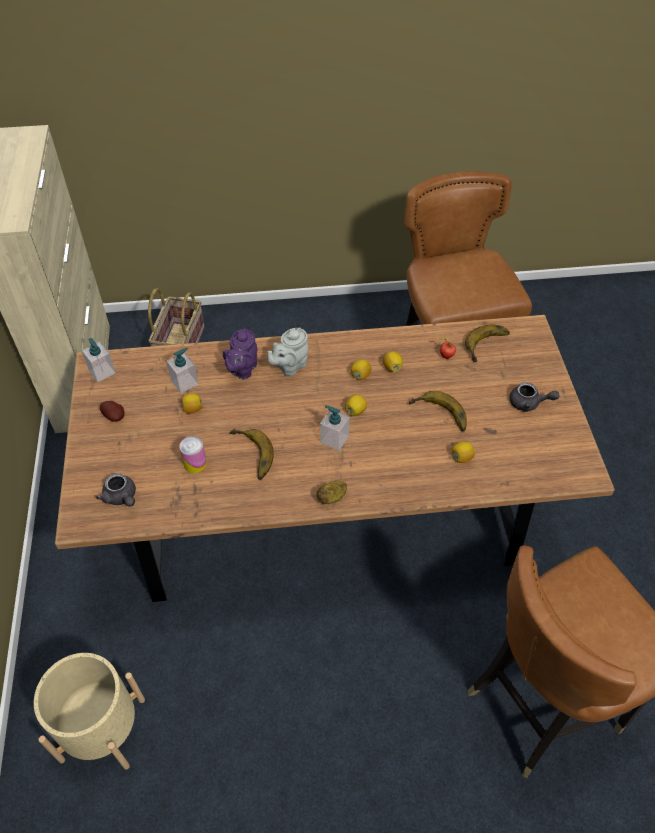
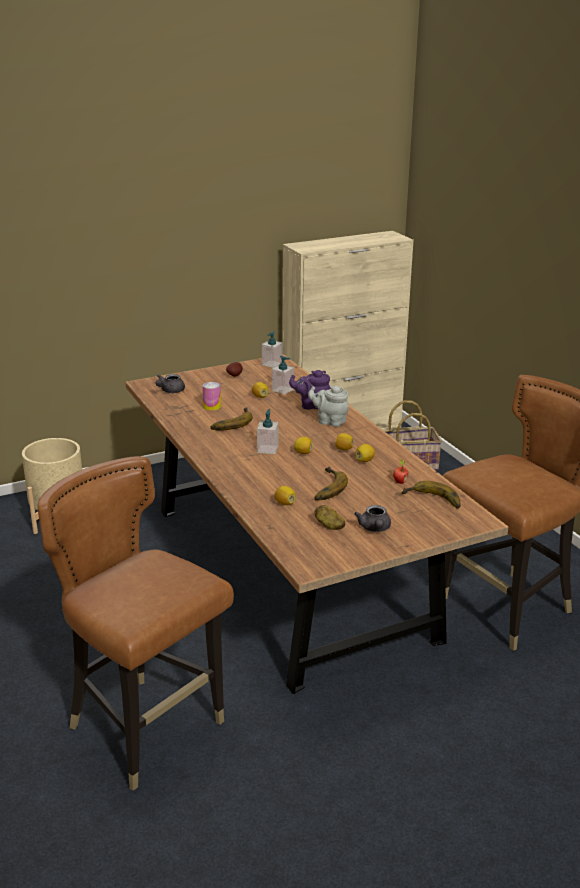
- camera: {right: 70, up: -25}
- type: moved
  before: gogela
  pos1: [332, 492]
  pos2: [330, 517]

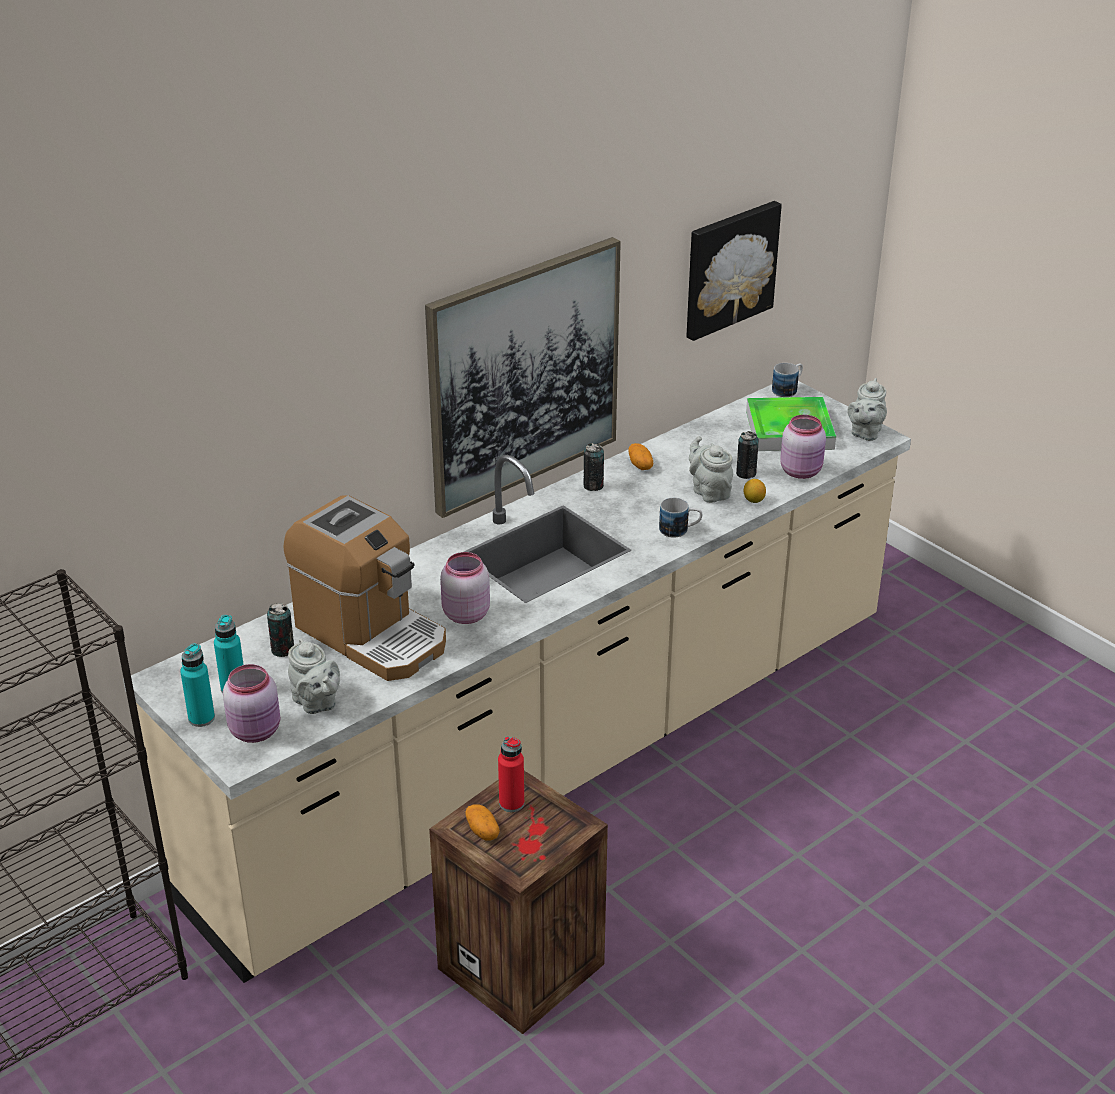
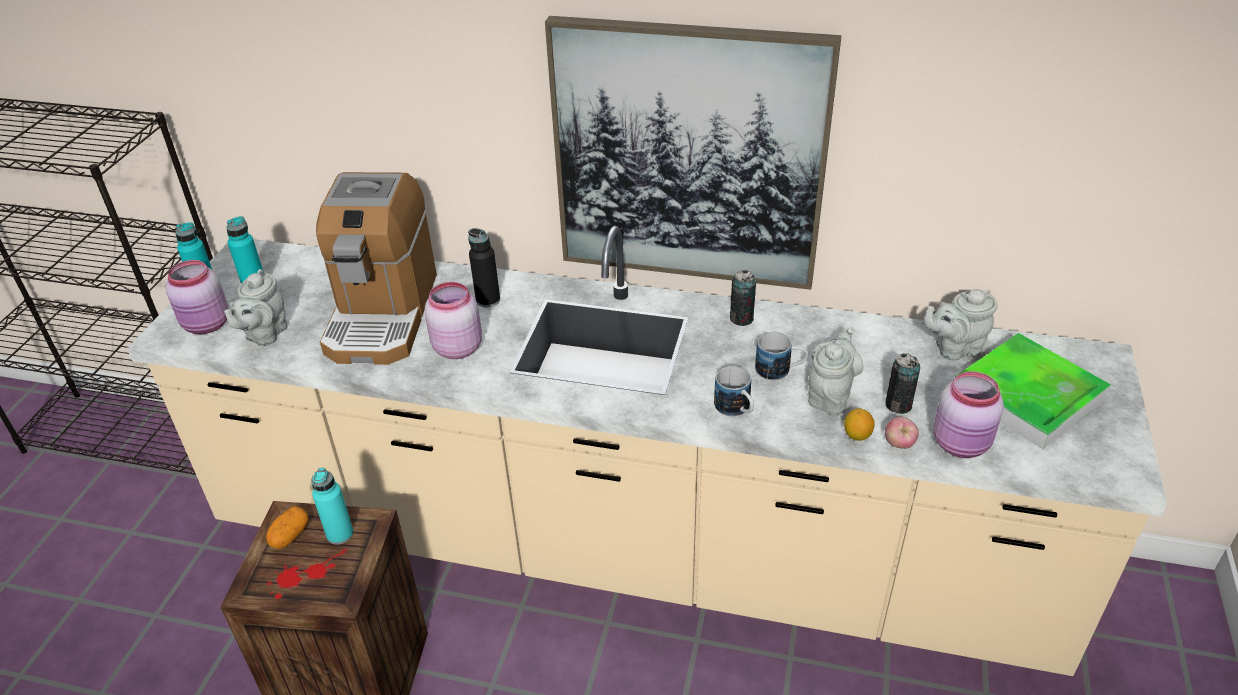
- camera: {right: 55, up: 5}
- type: removed
  before: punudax
  pos1: [280, 630]
- type: removed
  before: gogela
  pos1: [641, 456]
- type: removed
  before: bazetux
  pos1: [734, 271]
- type: added
  after: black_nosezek
  pos2: [484, 267]
- type: added
  after: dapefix
  pos2: [902, 433]
- type: moved
  before: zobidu
  pos1: [787, 380]
  pos2: [781, 356]
- type: moved
  before: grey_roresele
  pos1: [867, 409]
  pos2: [961, 325]
- type: recoloured
  before: red_nosezek
  after: turquoise_nosezek
  pos1: [511, 774]
  pos2: [332, 506]

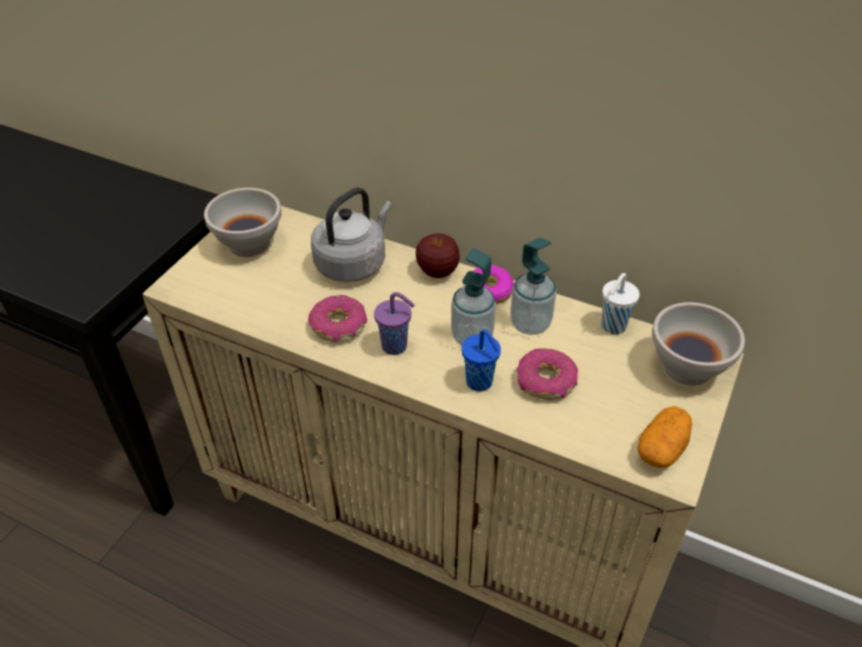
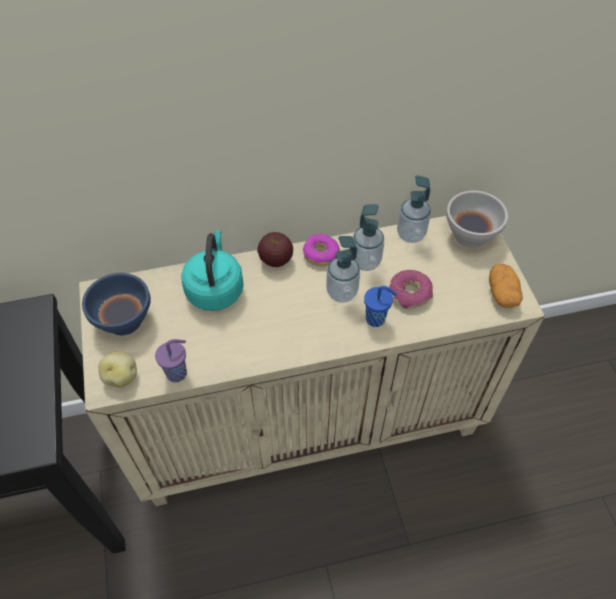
- camera: {right: -40, up: 10}
- type: removed
  before: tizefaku
  pos1: [337, 318]
- type: added
  after: gogela
  pos2: [117, 369]
- type: moved
  before: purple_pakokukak
  pos1: [394, 323]
  pos2: [171, 360]
- type: replaced
  before: white_pakokukak
  after: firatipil
  pos1: [621, 303]
  pos2: [414, 209]
- type: recoloured
  before: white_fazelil
  after: blue_fazelil
  pos1: [243, 222]
  pos2: [116, 304]
- type: recoloured
  before: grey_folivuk
  after: turquoise_folivuk
  pos1: [351, 234]
  pos2: [212, 270]

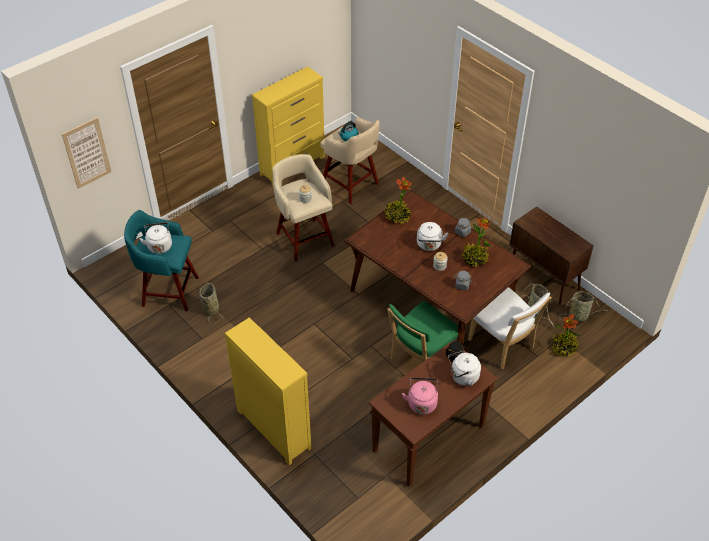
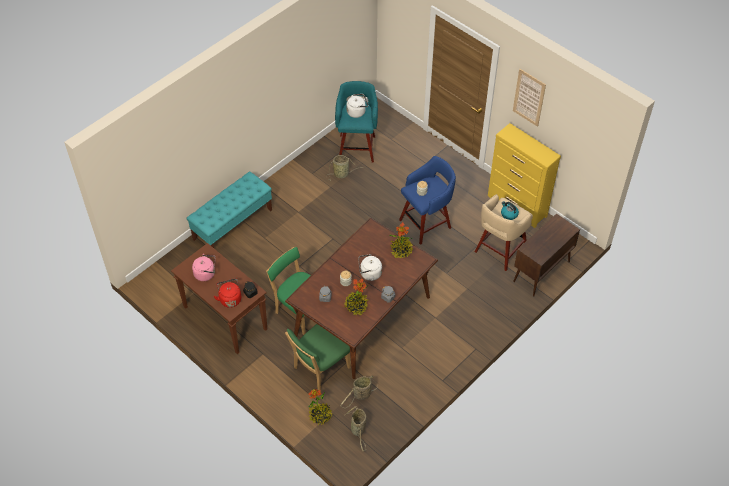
- camera: {right: 85, up: 5}
- type: moved
  before: bazetux
  pos1: [86, 153]
  pos2: [529, 98]
- type: moved
  before: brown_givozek
  pos1: [552, 255]
  pos2: [546, 254]
- type: replaced
  before: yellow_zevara
  after: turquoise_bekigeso
  pos1: [268, 391]
  pos2: [229, 209]
- type: recoloured
  before: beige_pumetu
  after: blue_pumetu
  pos1: [303, 207]
  pos2: [427, 200]
- type: recoloured
  before: white_folivuk
  after: red_folivuk
  pos1: [464, 368]
  pos2: [227, 293]
- type: recoloured
  before: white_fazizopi
  after: green_fazizopi
  pos1: [510, 328]
  pos2: [318, 357]

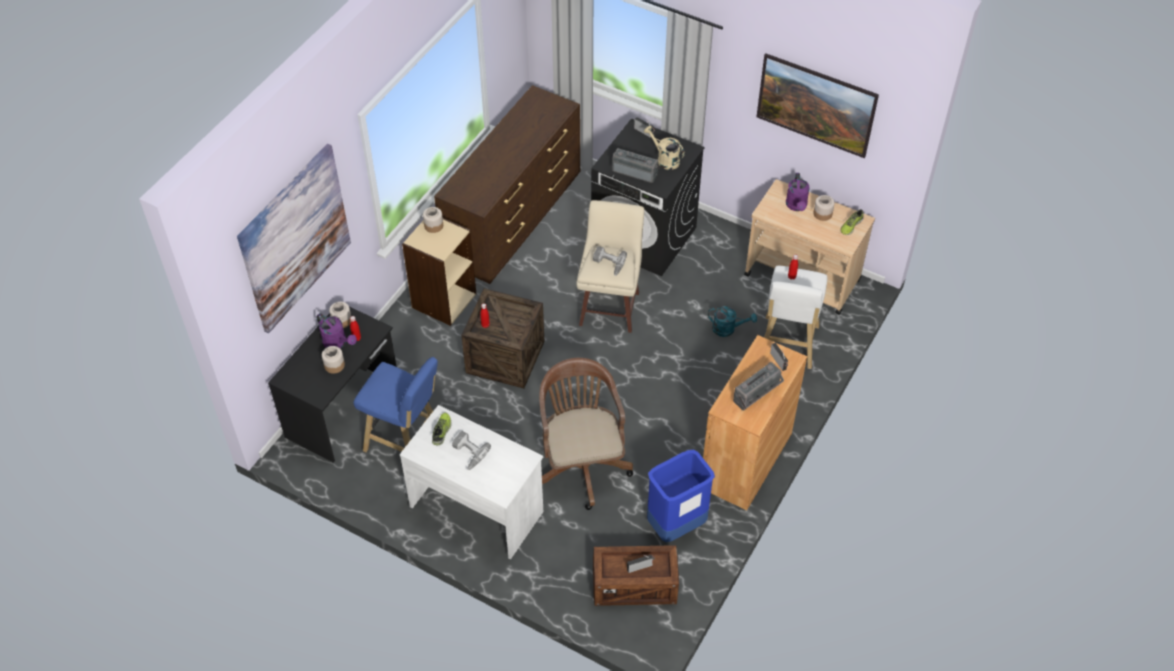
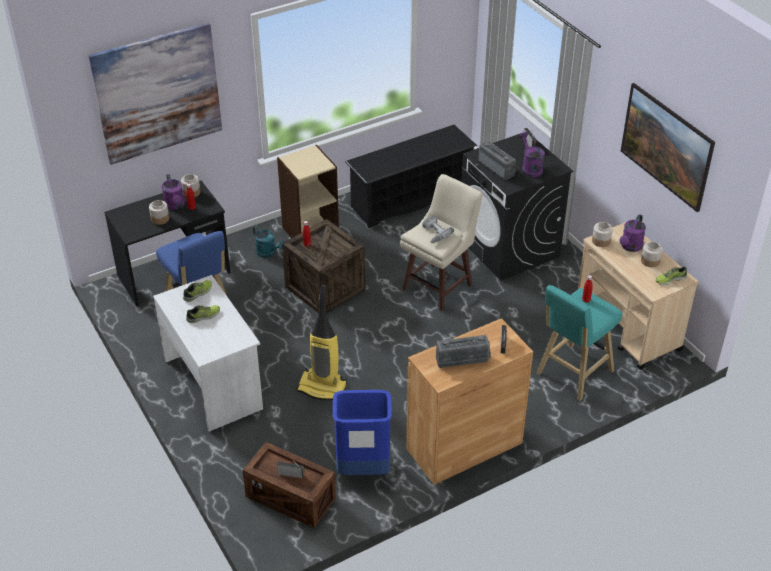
- camera: {right: 30, up: -10}
- type: moved
  before: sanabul
  pos1: [433, 220]
  pos2: [602, 234]
- type: moved
  before: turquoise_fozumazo
  pos1: [732, 321]
  pos2: [268, 242]
- type: replaced
  before: brown_zevara
  after: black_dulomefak
  pos1: [507, 184]
  pos2: [411, 176]
- type: replaced
  before: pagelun
  after: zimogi
  pos1: [471, 450]
  pos2: [203, 314]
- type: replaced
  before: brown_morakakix
  after: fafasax
  pos1: [586, 434]
  pos2: [321, 342]
- type: recoloured
  before: beige_fozumazo
  after: purple_fozumazo
  pos1: [664, 148]
  pos2: [532, 154]
- type: recoloured
  before: white_pumetu
  after: turquoise_pumetu
  pos1: [795, 317]
  pos2: [579, 343]

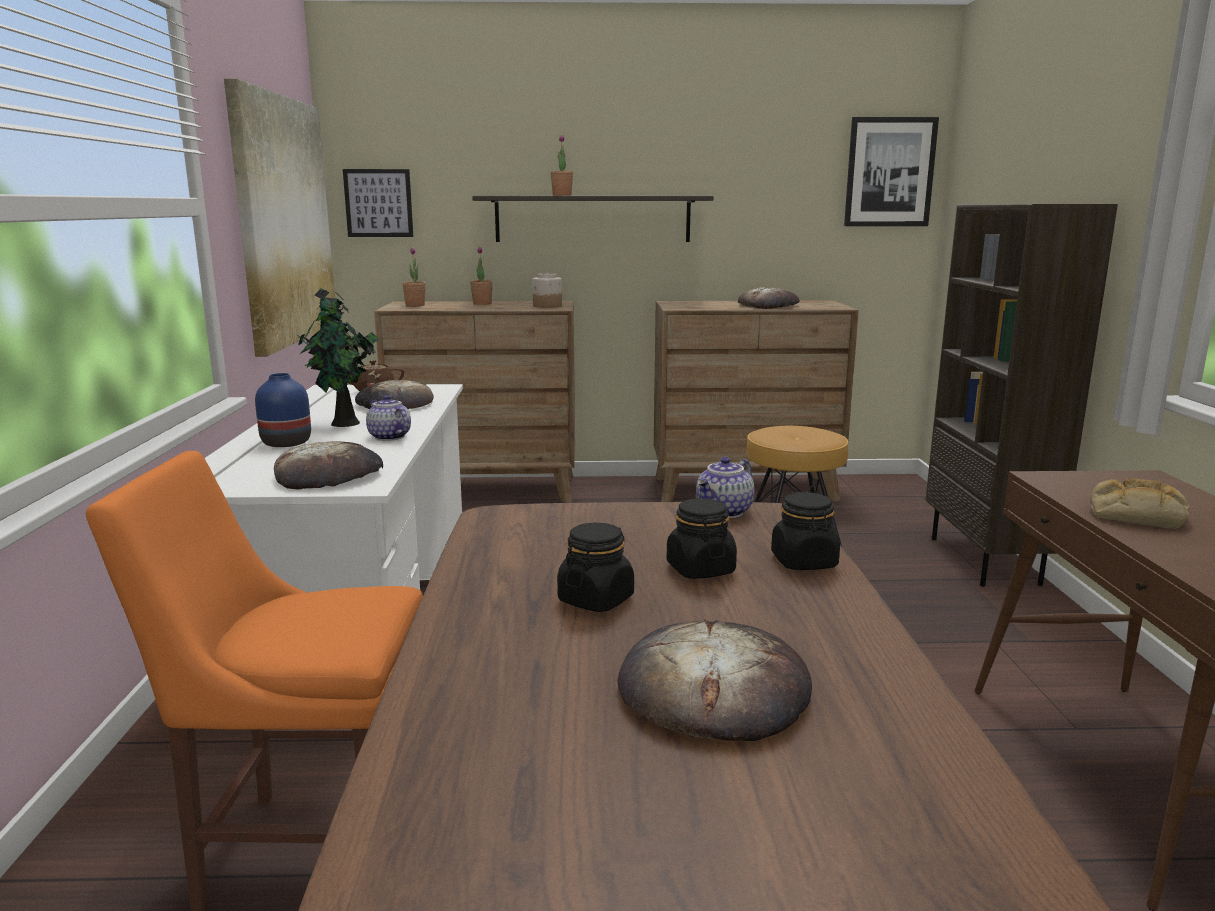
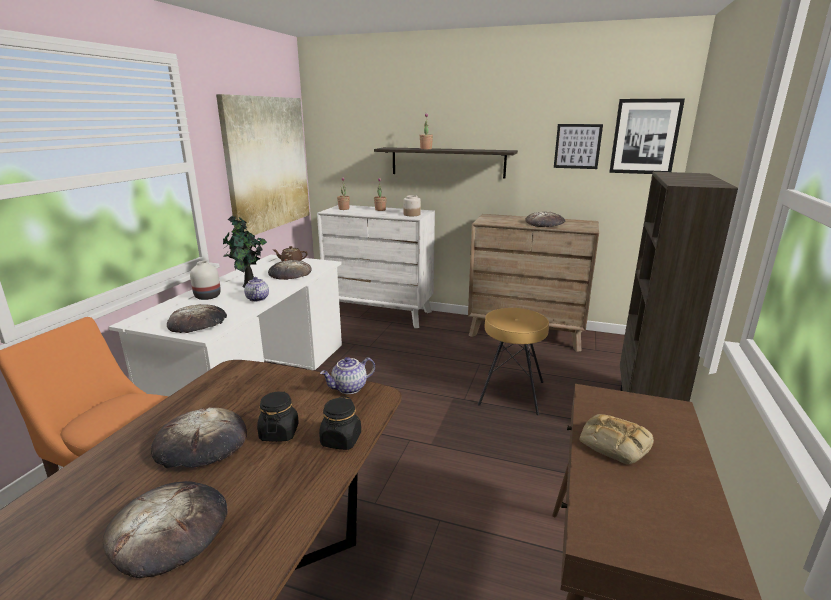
- camera: {right: 20, up: 5}
- type: moved
  before: bazetux
  pos1: [378, 203]
  pos2: [578, 146]
- type: replaced
  before: black_sanabul
  after: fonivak
  pos1: [595, 567]
  pos2: [199, 437]
- type: recoloured
  before: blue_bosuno
  after: white_bosuno
  pos1: [283, 410]
  pos2: [205, 280]
- type: recoloured
  before: brown_zevara
  after: white_zevara
  pos1: [474, 402]
  pos2: [376, 266]

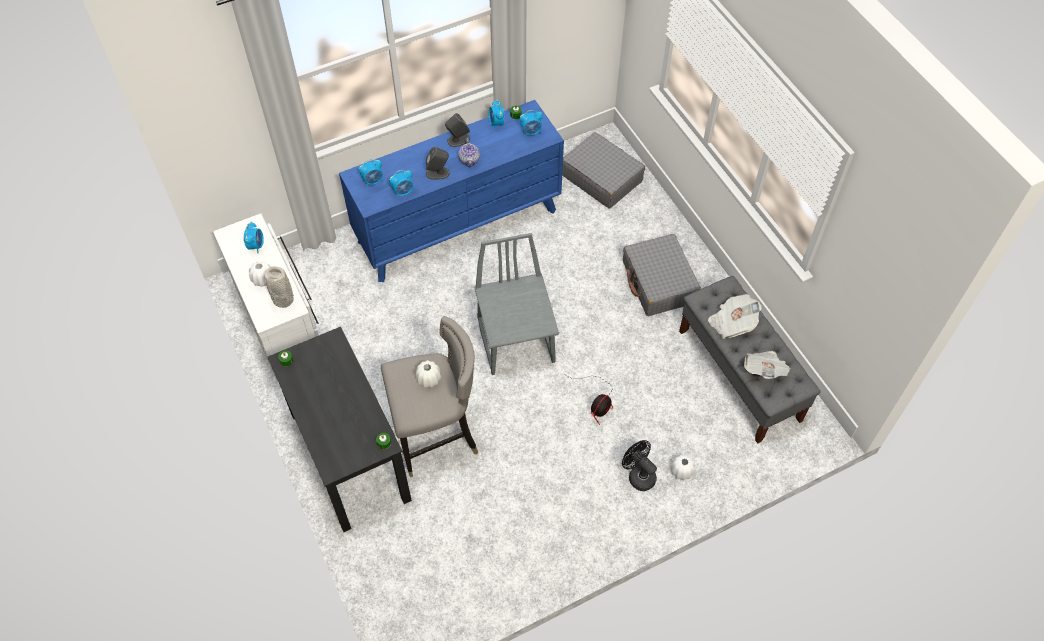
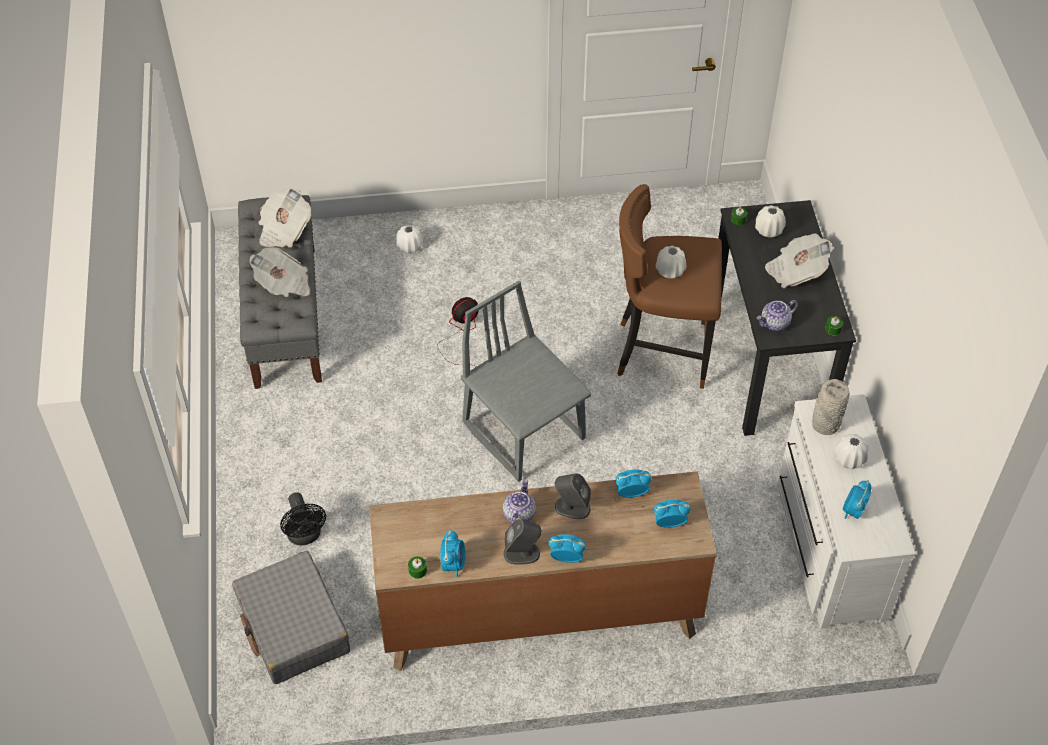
- camera: {right: -160, up: -5}
- type: removed
  before: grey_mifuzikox
  pos1: [662, 275]
- type: added
  after: white_bosuno
  pos2: [770, 221]
- type: added
  after: roresele
  pos2: [777, 315]
- type: added
  after: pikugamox
  pos2: [799, 260]
- type: moved
  before: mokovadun
  pos1: [531, 123]
  pos2: [567, 548]
- type: moved
  before: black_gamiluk
  pos1: [639, 465]
  pos2: [303, 519]
- type: recoloured
  before: blue_zevara
  after: brown_zevara
  pos1: [451, 191]
  pos2: [543, 571]
- type: recoloured
  before: grey_pumetu
  after: brown_pumetu
  pos1: [429, 396]
  pos2: [669, 286]
- type: turned
  before: grey_fazizopi
  pos1: [516, 304]
  pos2: [526, 381]
  turn: 135

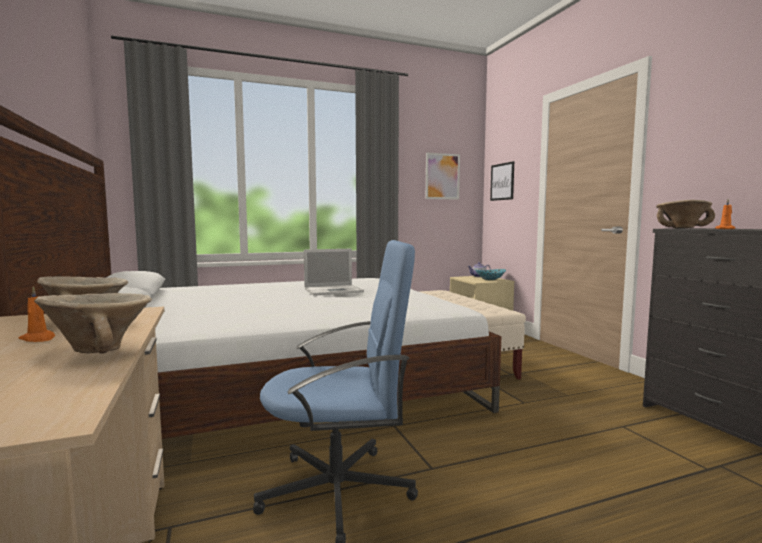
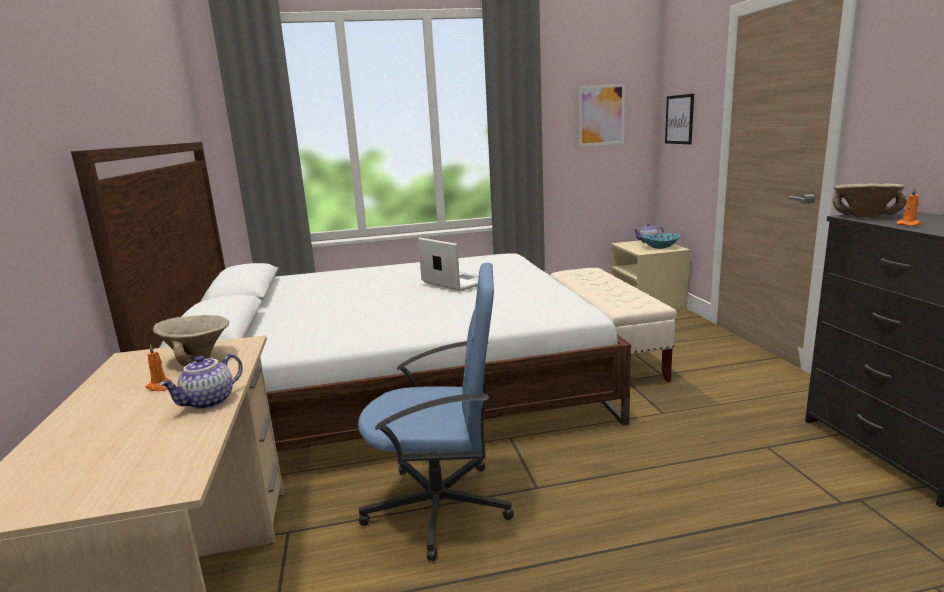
- camera: {right: 10, up: 10}
- type: replaced
  before: beige_fazelil
  after: roresele
  pos1: [93, 323]
  pos2: [201, 382]
- type: turned
  before: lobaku
  pos1: [334, 272]
  pos2: [448, 264]
  turn: -120

